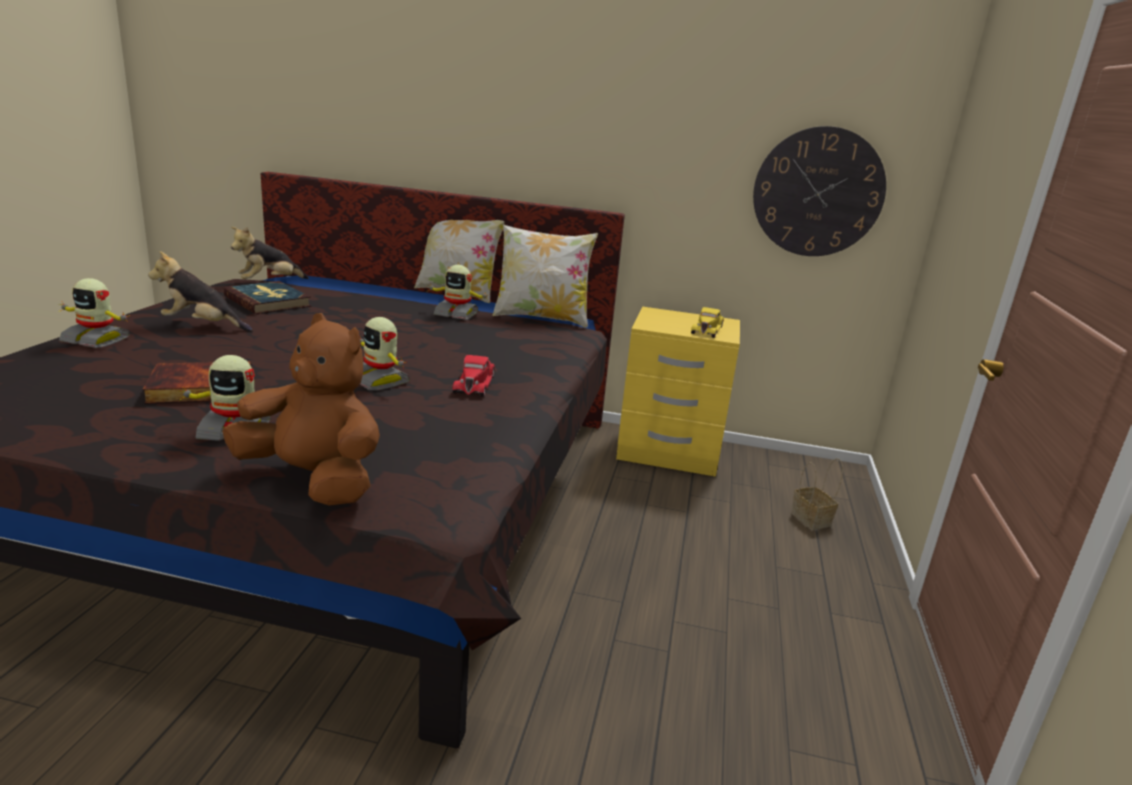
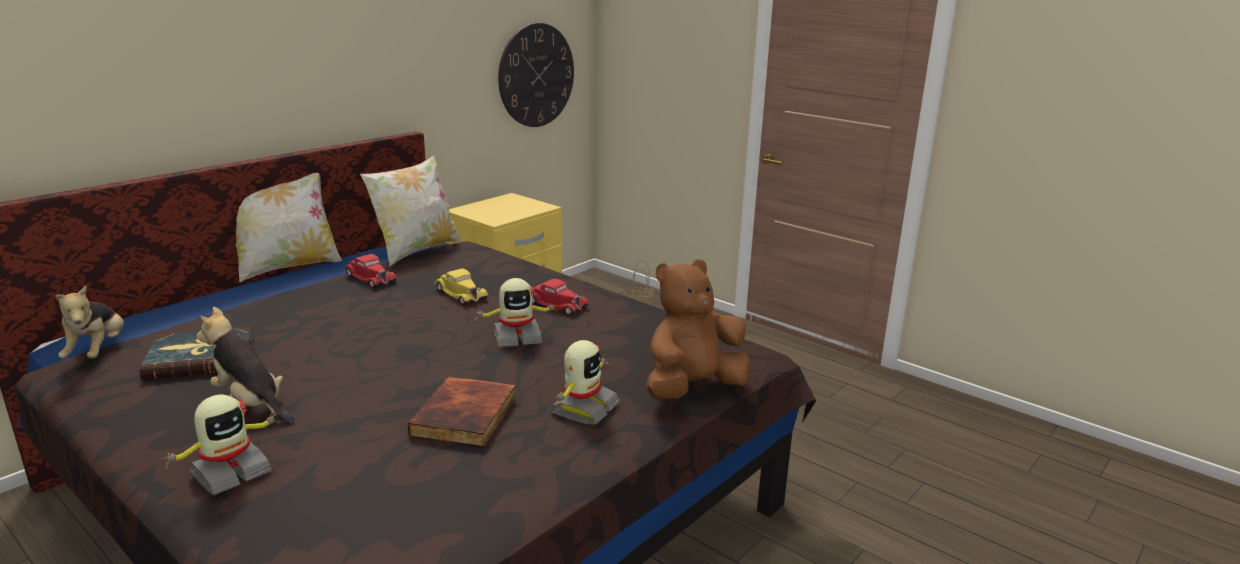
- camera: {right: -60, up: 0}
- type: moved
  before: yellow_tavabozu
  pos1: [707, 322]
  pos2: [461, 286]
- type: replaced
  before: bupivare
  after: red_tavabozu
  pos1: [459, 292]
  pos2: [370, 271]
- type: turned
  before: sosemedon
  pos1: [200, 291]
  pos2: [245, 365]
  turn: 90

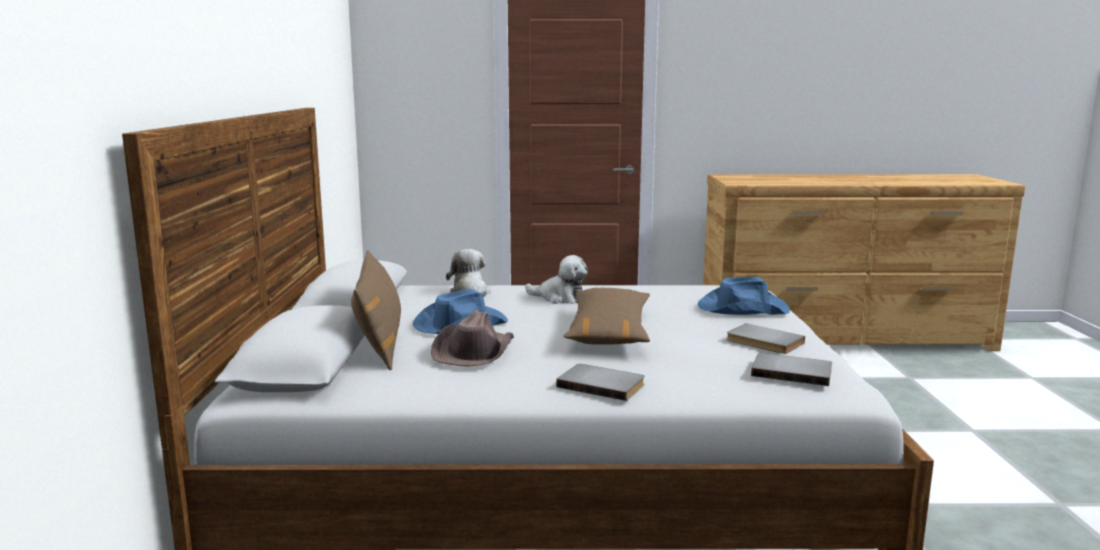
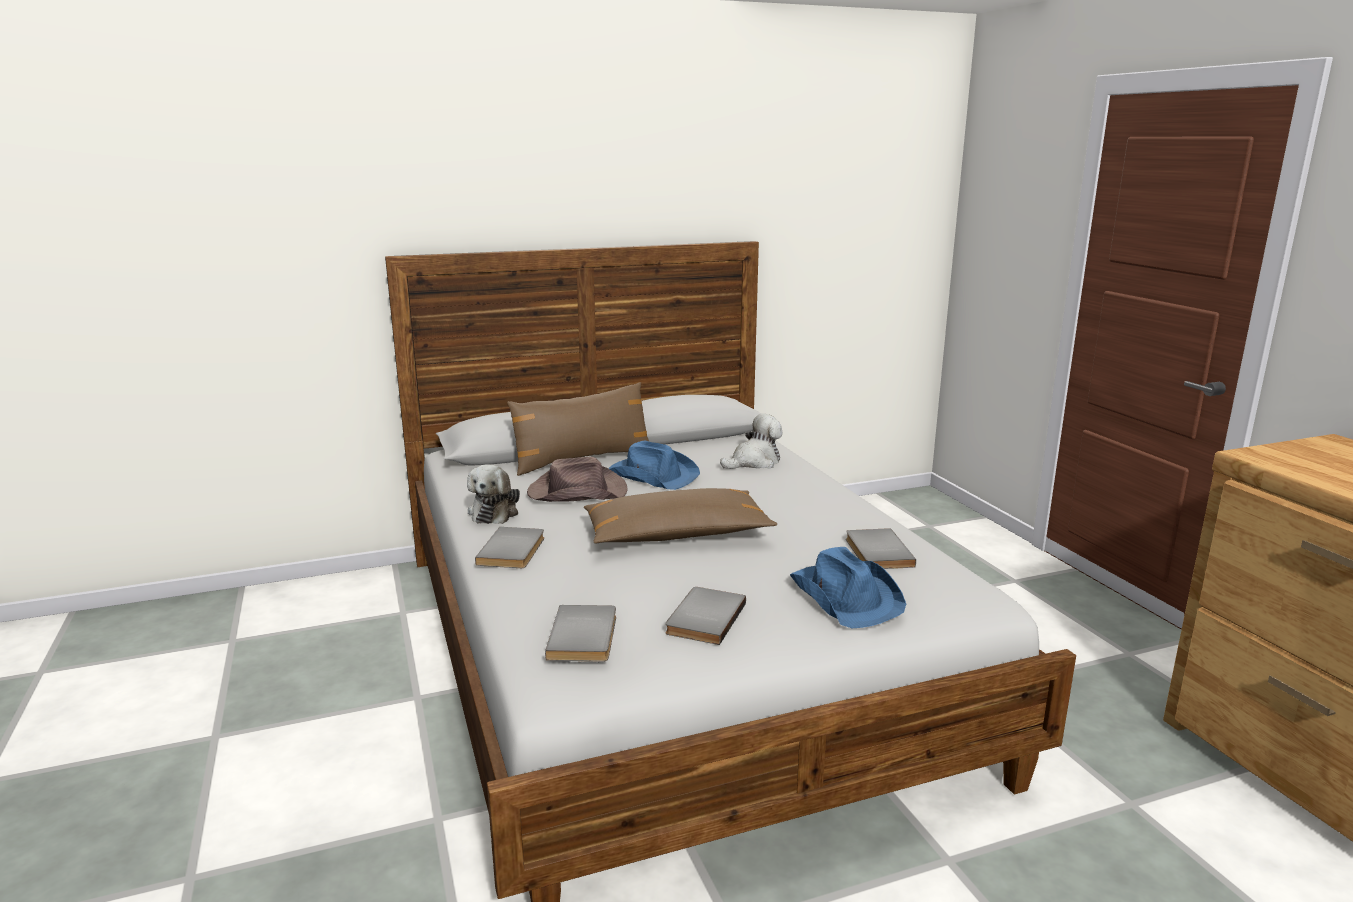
- camera: {right: 70, up: 5}
- type: added
  after: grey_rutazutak
  pos2: [881, 548]
- type: moved
  before: sosemedon
  pos1: [556, 279]
  pos2: [493, 494]

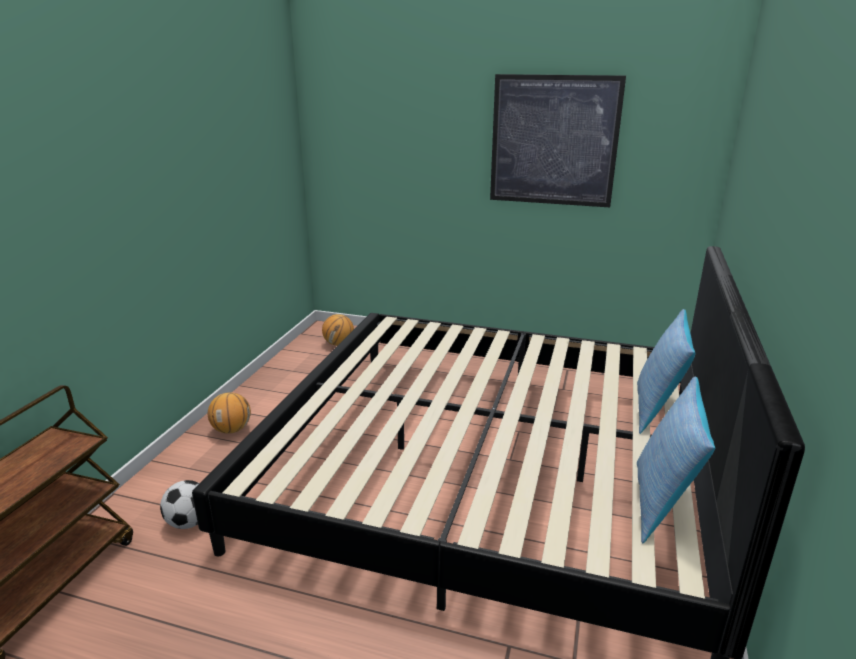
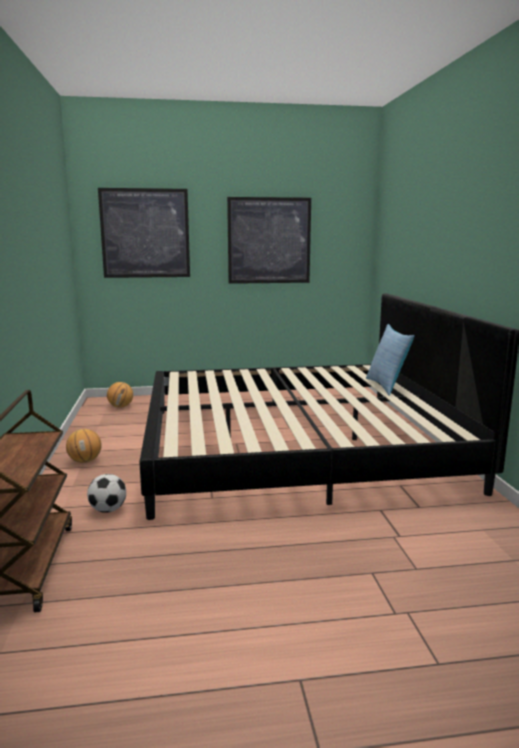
- camera: {right: -25, up: -10}
- type: removed
  before: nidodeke
  pos1: [676, 459]
- type: added
  after: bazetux
  pos2: [144, 233]

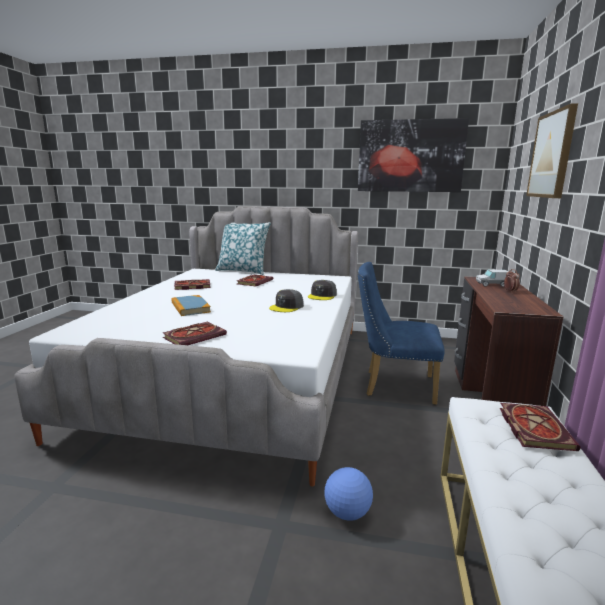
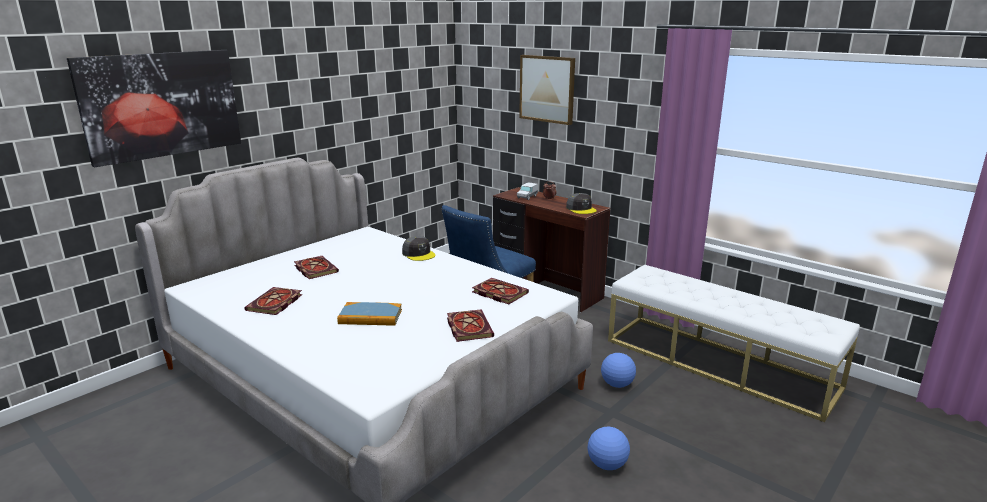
- camera: {right: -60, up: 5}
- type: removed
  before: nidodeke
  pos1: [243, 248]
- type: added
  after: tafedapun
  pos2: [608, 448]
- type: moved
  before: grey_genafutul
  pos1: [286, 300]
  pos2: [581, 203]
- type: moved
  before: bazetux
  pos1: [413, 155]
  pos2: [154, 108]
- type: moved
  before: rutazutak
  pos1: [540, 427]
  pos2: [500, 291]

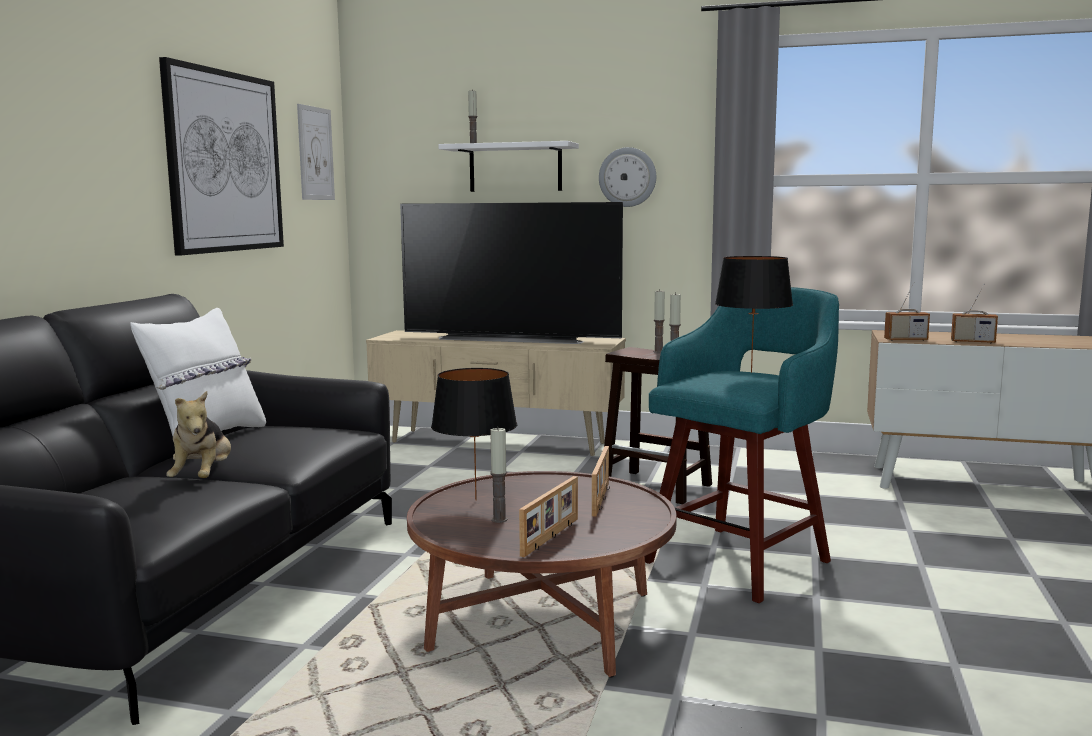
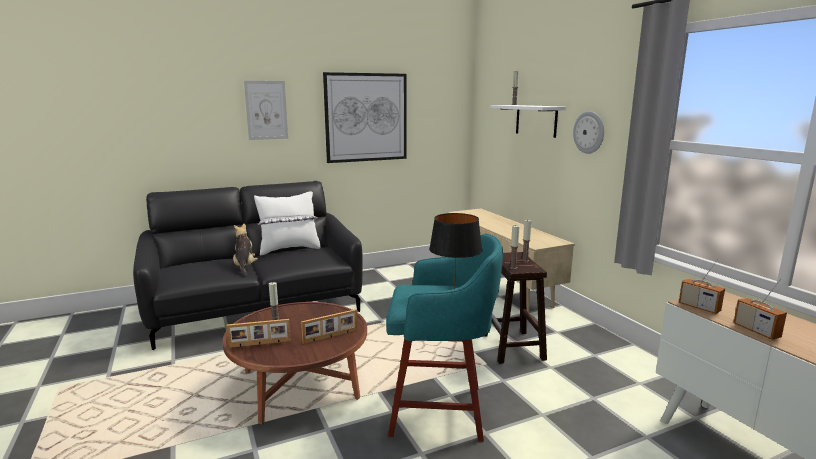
- camera: {right: 50, up: 5}
- type: removed
  before: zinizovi
  pos1: [511, 273]
- type: removed
  before: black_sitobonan
  pos1: [474, 434]
- type: moved
  before: bazetux
  pos1: [316, 152]
  pos2: [266, 110]
- type: turned
  before: sosemedon
  pos1: [198, 434]
  pos2: [245, 250]
  turn: 120

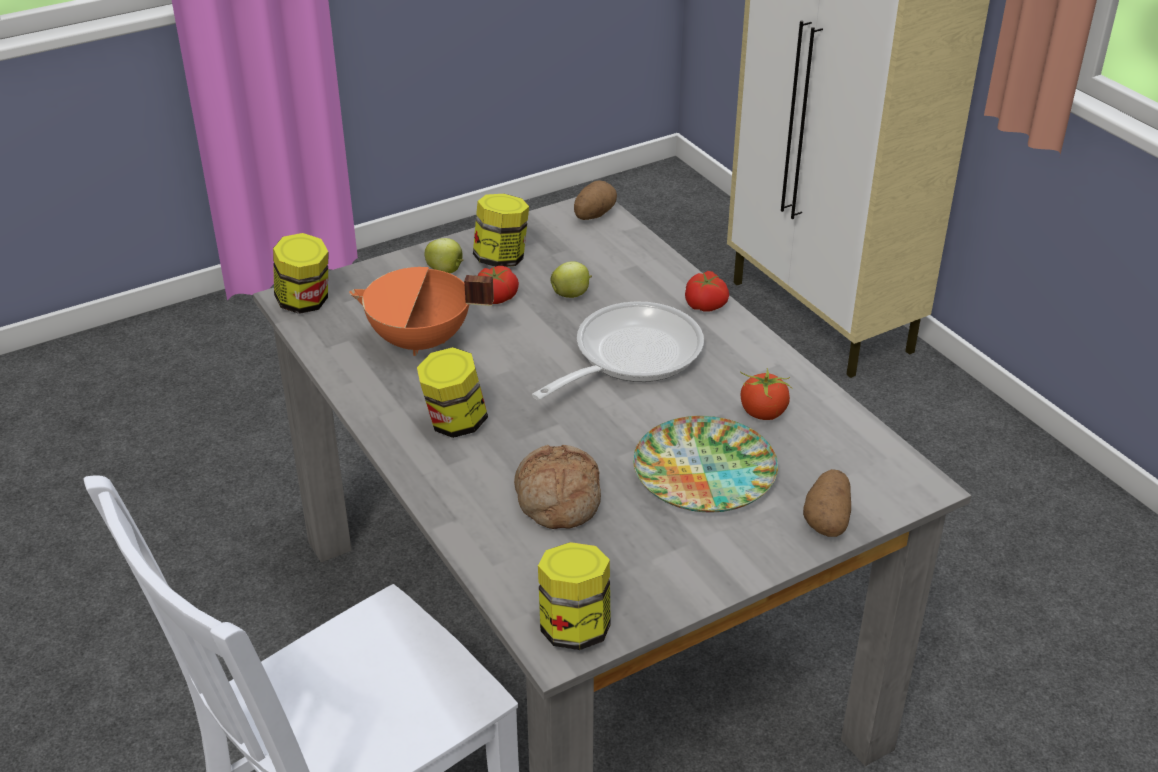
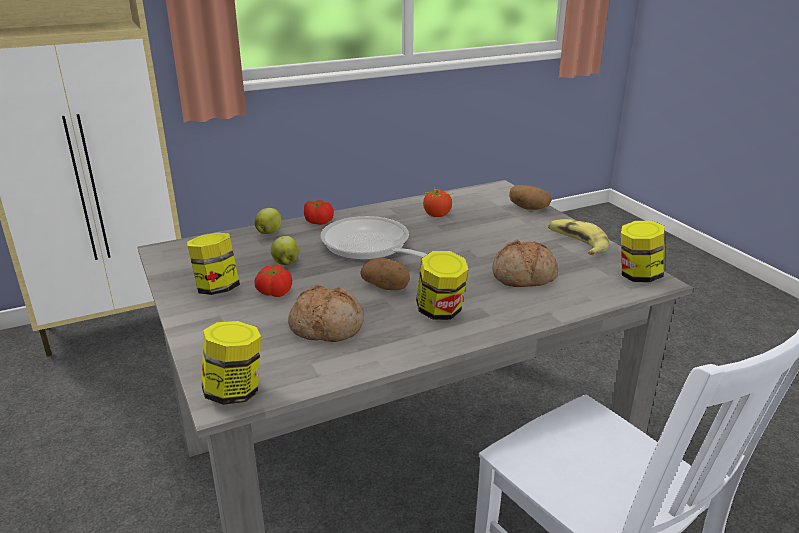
- camera: {right: -85, up: -10}
- type: removed
  before: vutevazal
  pos1: [705, 464]
- type: added
  after: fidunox
  pos2: [578, 237]
- type: moved
  before: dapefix
  pos1: [444, 255]
  pos2: [268, 221]
- type: moved
  before: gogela
  pos1: [595, 200]
  pos2: [385, 274]
- type: replaced
  before: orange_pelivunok
  after: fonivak
  pos1: [421, 311]
  pos2: [326, 314]

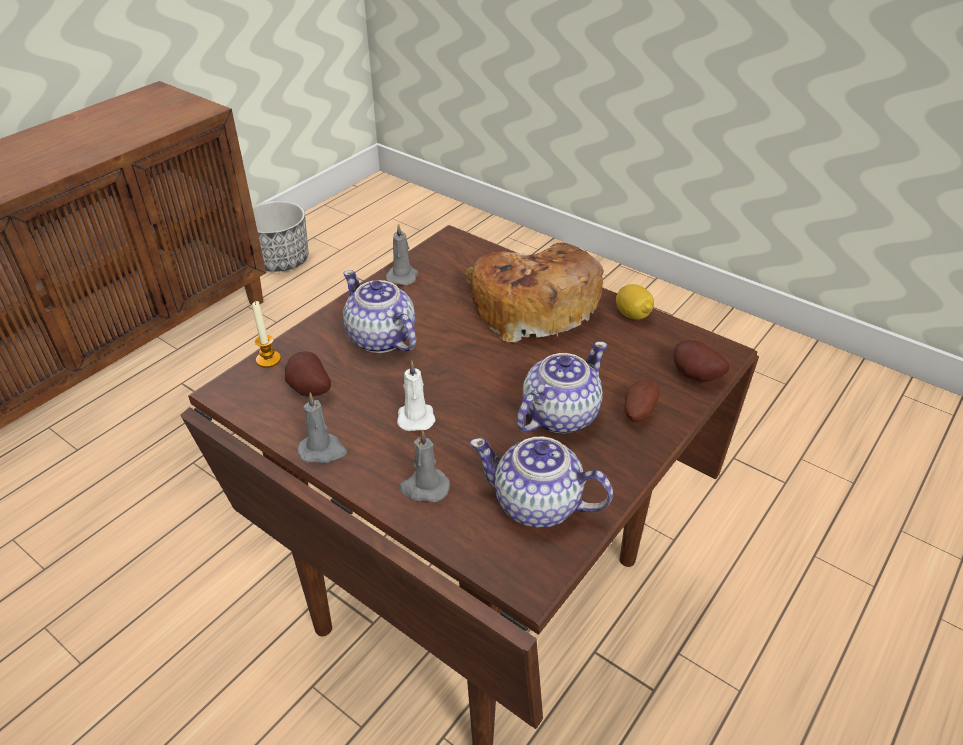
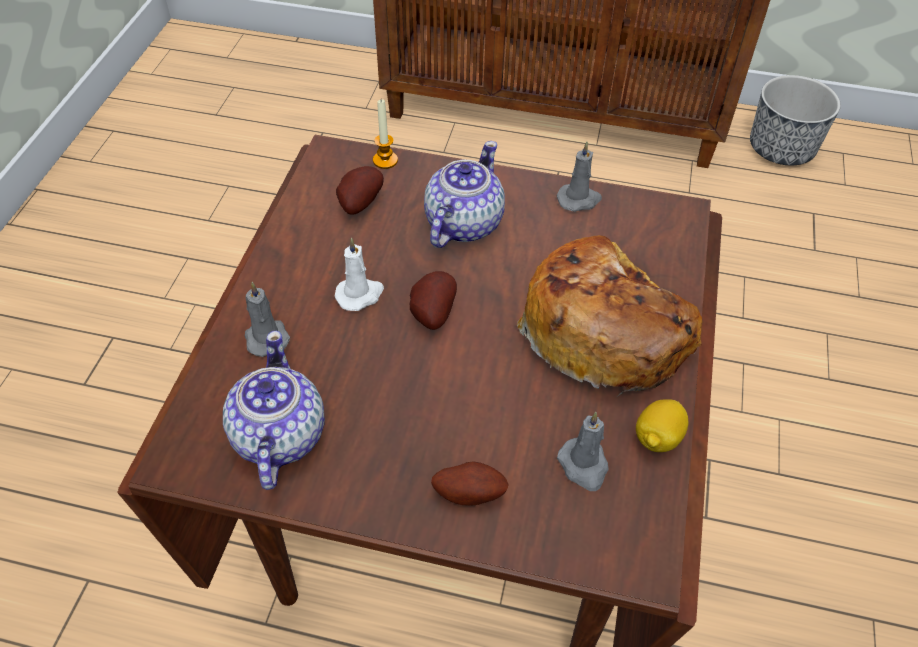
- camera: {right: 65, up: 10}
- type: removed
  before: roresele
  pos1: [561, 387]
- type: moved
  before: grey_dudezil
  pos1: [322, 428]
  pos2: [583, 451]
- type: moved
  before: gogela
  pos1: [701, 361]
  pos2: [433, 300]

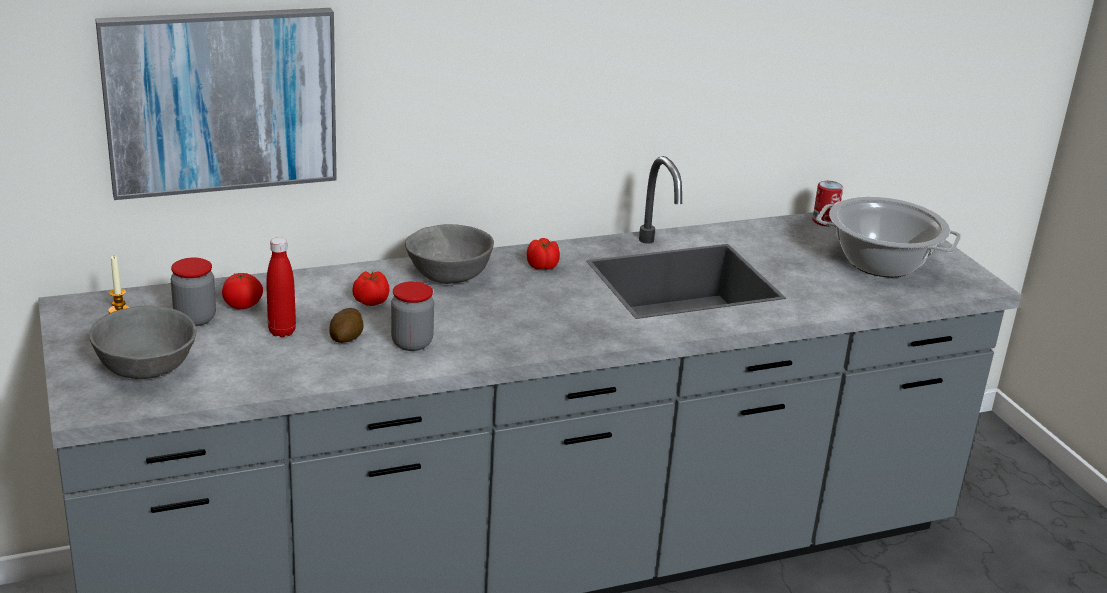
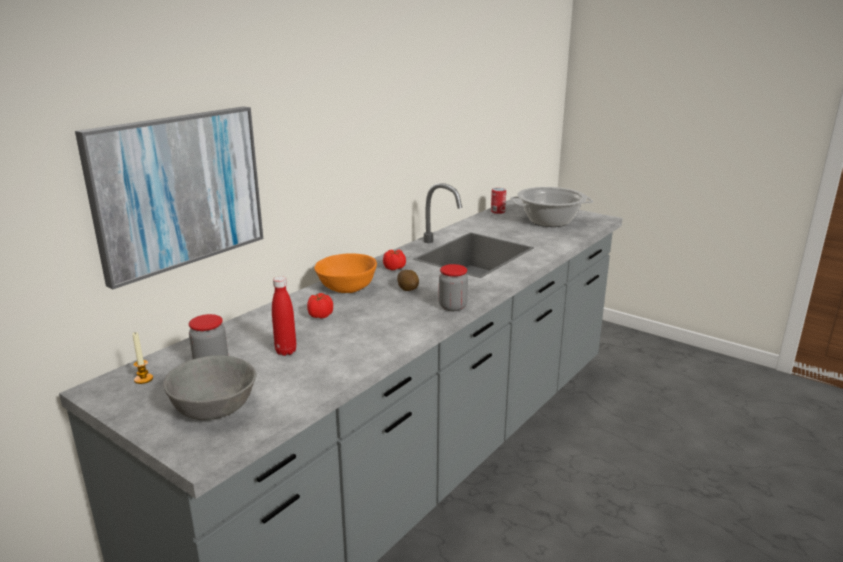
- camera: {right: -30, up: -5}
- type: removed
  before: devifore
  pos1: [242, 291]
- type: moved
  before: gogela
  pos1: [346, 325]
  pos2: [408, 280]
- type: moved
  before: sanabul
  pos1: [412, 316]
  pos2: [453, 287]
- type: recoloured
  before: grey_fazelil
  after: orange_fazelil
  pos1: [449, 254]
  pos2: [345, 273]

